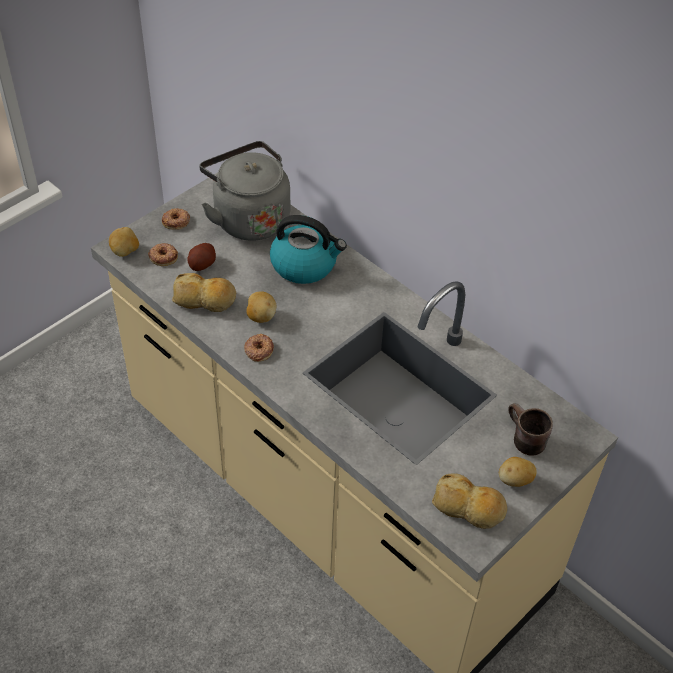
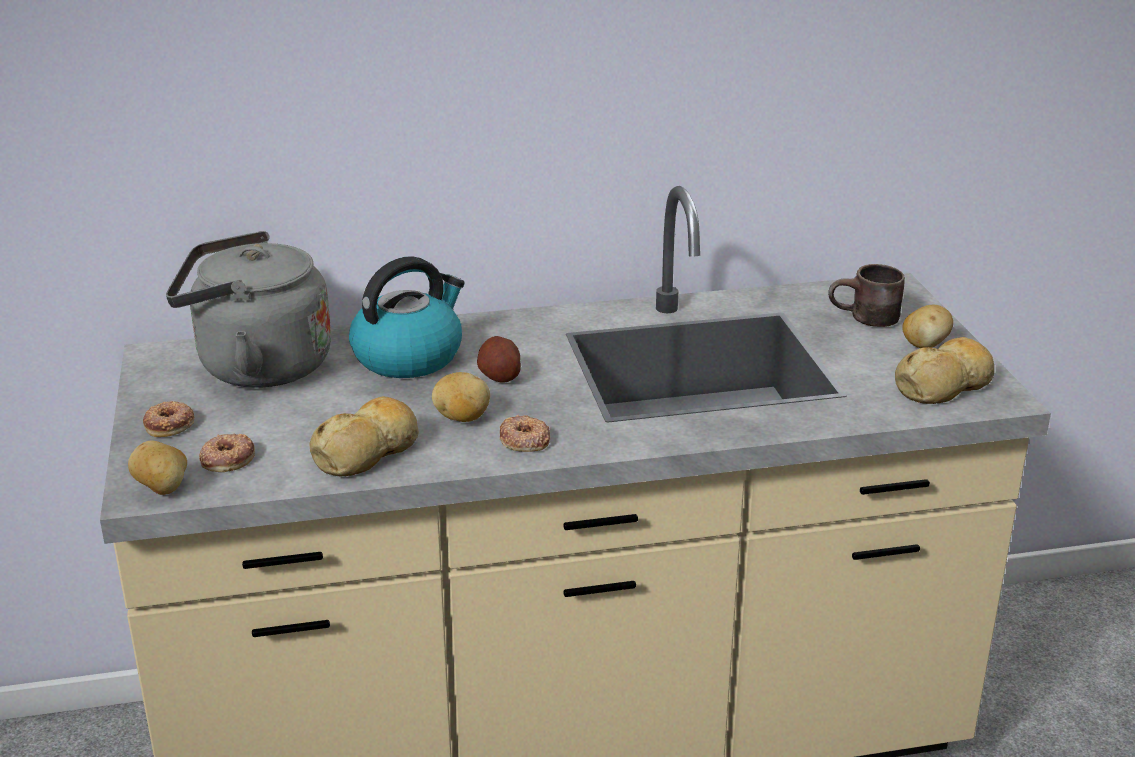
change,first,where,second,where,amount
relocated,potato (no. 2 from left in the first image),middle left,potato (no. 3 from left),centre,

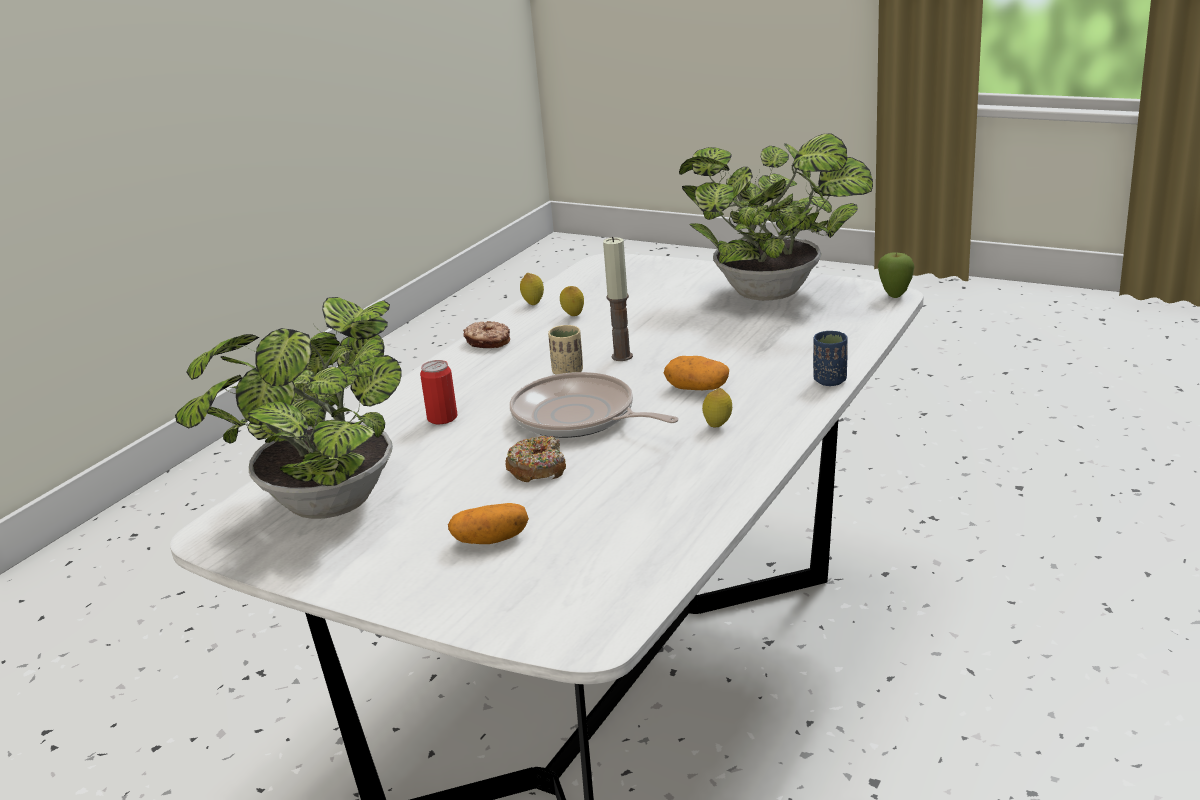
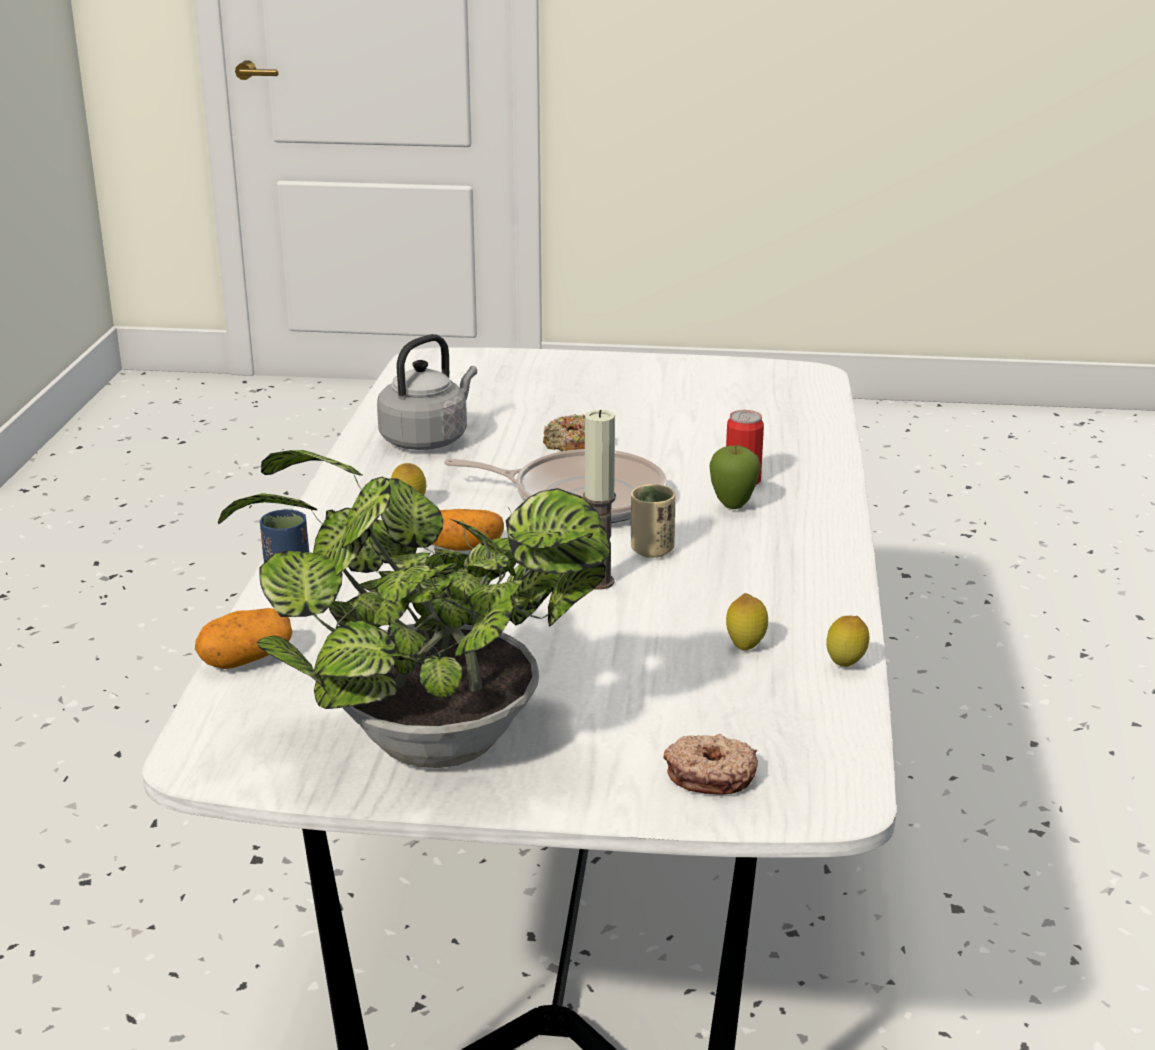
change,first,where,second,where,amount
relocated,apple,middle right,,centre,
missing,potted plant (no. 1 from left),middle left,,,
relocated,donut (no. 1 from left in the first image),centre,donut (no. 2 from left),bottom centre,
relocated,potato (no. 1 from left),centre,,middle left,
appeared,,,kettle in grey,centre,

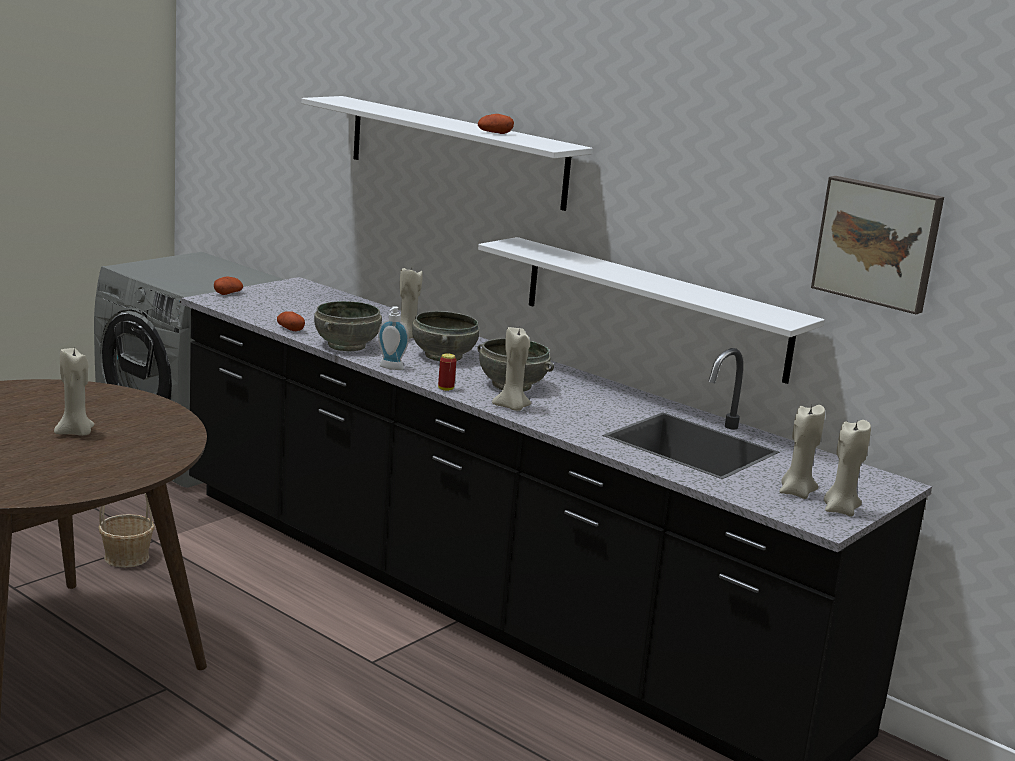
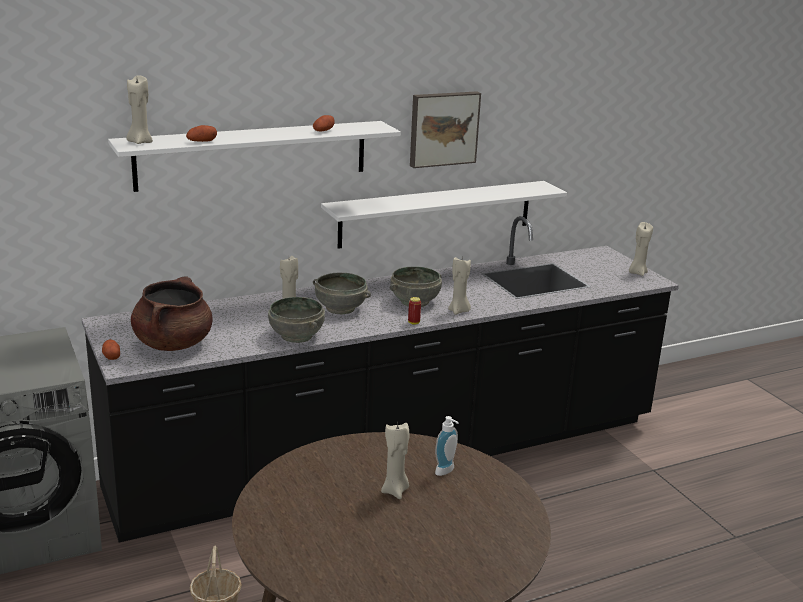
change,first,where,second,where,amount
relocated,picture,top right,,top centre,
relocated,soap dispenser,centre,,bottom centre,
relocated,potato (no. 2 from left),middle left,,top left,
relocated,candle in beige (no. 4 from left in the first image),middle right,candle in beige (no. 1 from left),top left,
appeared,,,cooking pot in brown,middle left,

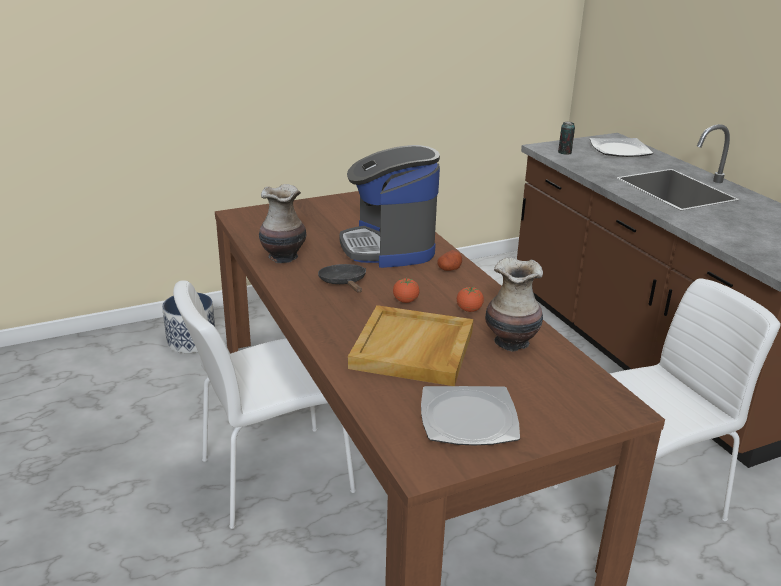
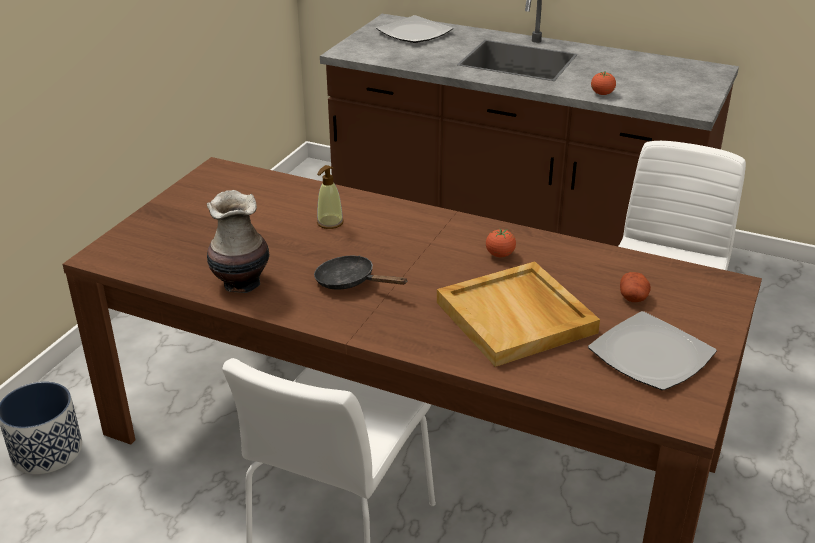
change,first,where,second,where,amount
missing,can,top right,,,
exchanged,coffee machine,centre,soap dispenser,centre,
relocated,potato,centre,,middle right,
missing,vase (no. 2 from left),centre,,,
relocated,tomato (no. 1 from left in the first image),centre,tomato (no. 2 from left),top right,

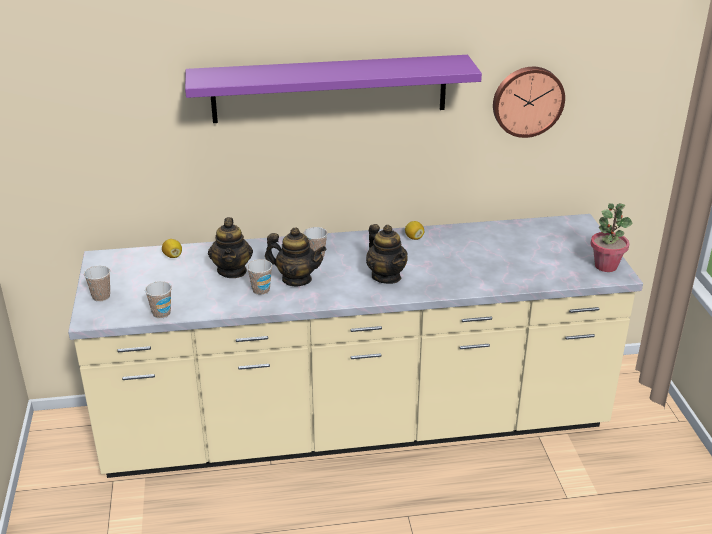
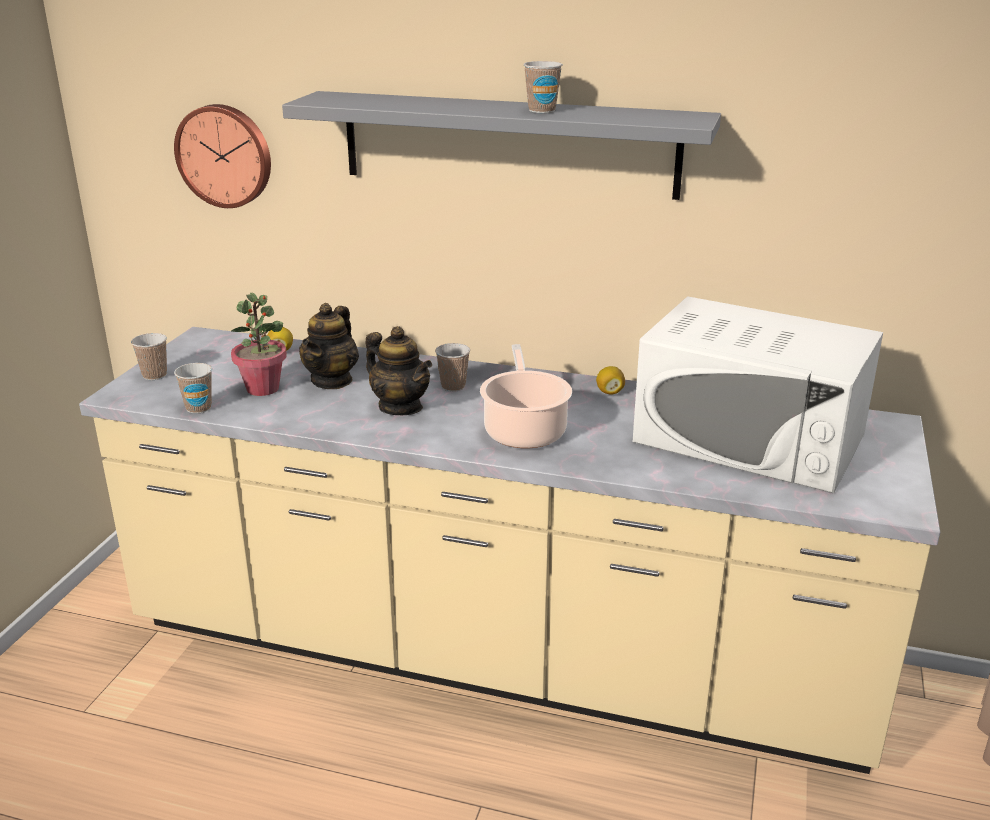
change,first,where,second,where,amount
colour,shelf in purple,top centre,shelf in grey,top centre,
relocated,wall clock,top right,,top left,
relocated,potted plant,middle right,,middle left,
exchanged,teapot (no. 3 from left),centre,cooking pot,centre,
relocated,cup (no. 3 from left in the first image),centre,cup (no. 4 from left),top centre,
appeared,,,microwave in white,middle right,

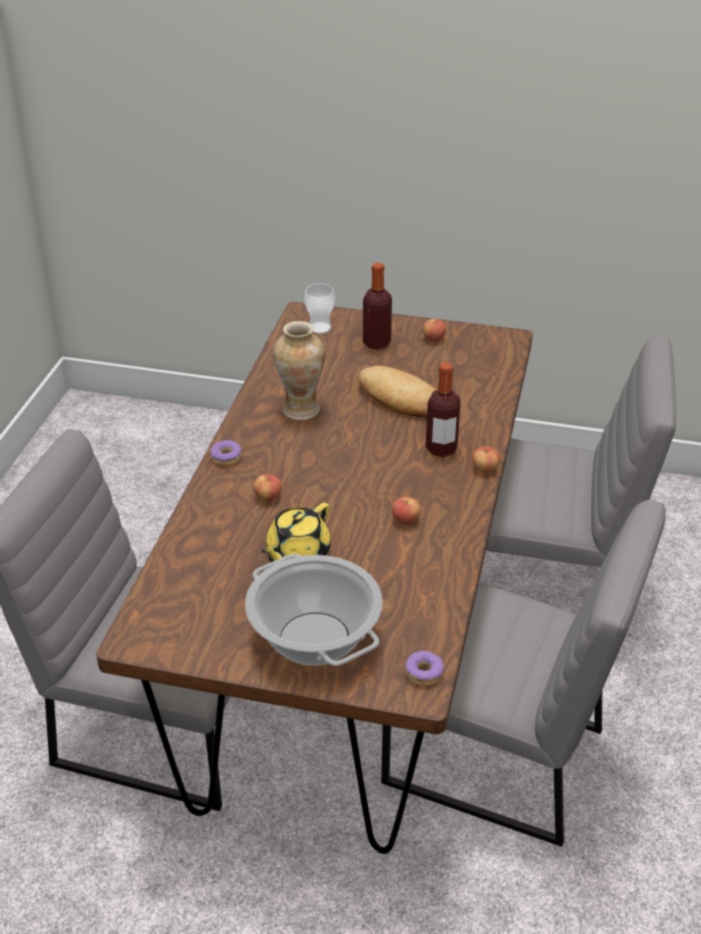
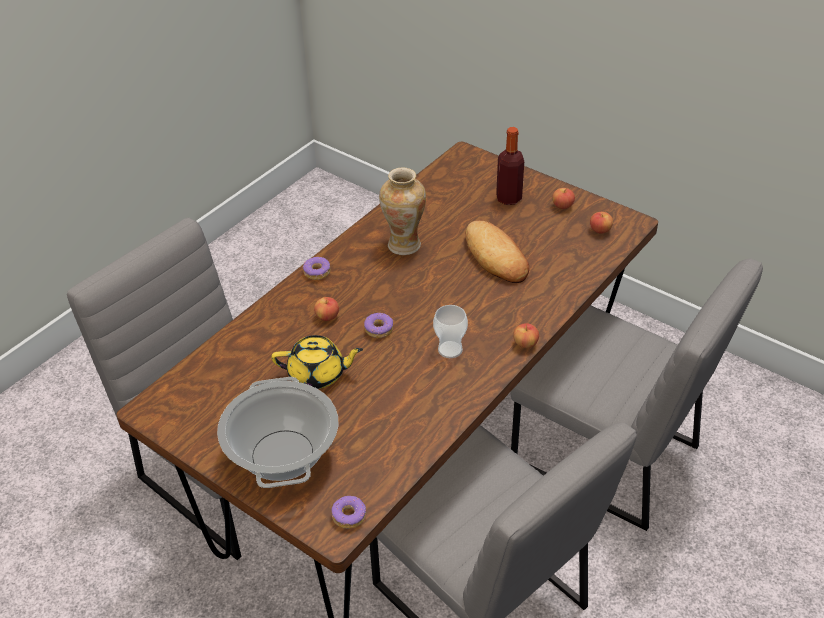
change,first,where,second,where,amount
relocated,cup,top centre,,centre,
missing,bottle (no. 2 from left),centre,,,
relocated,apple (no. 2 from left in the first image),centre,apple (no. 4 from left),middle right,
spun,teapot in yellow,centre,,centre,150 degrees counterclockwise
appeared,,,donut (no. 3 from left),centre,

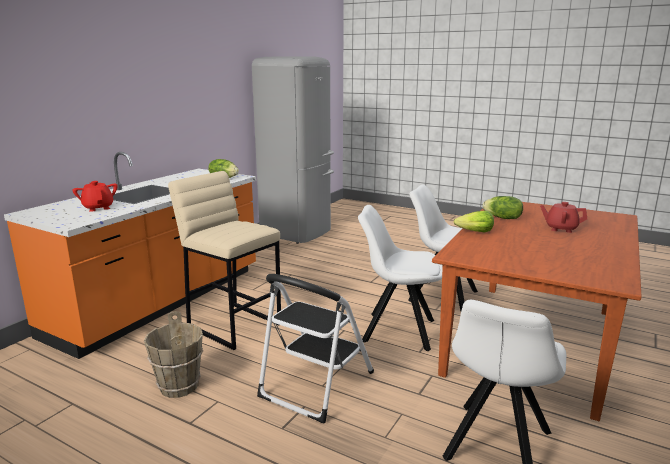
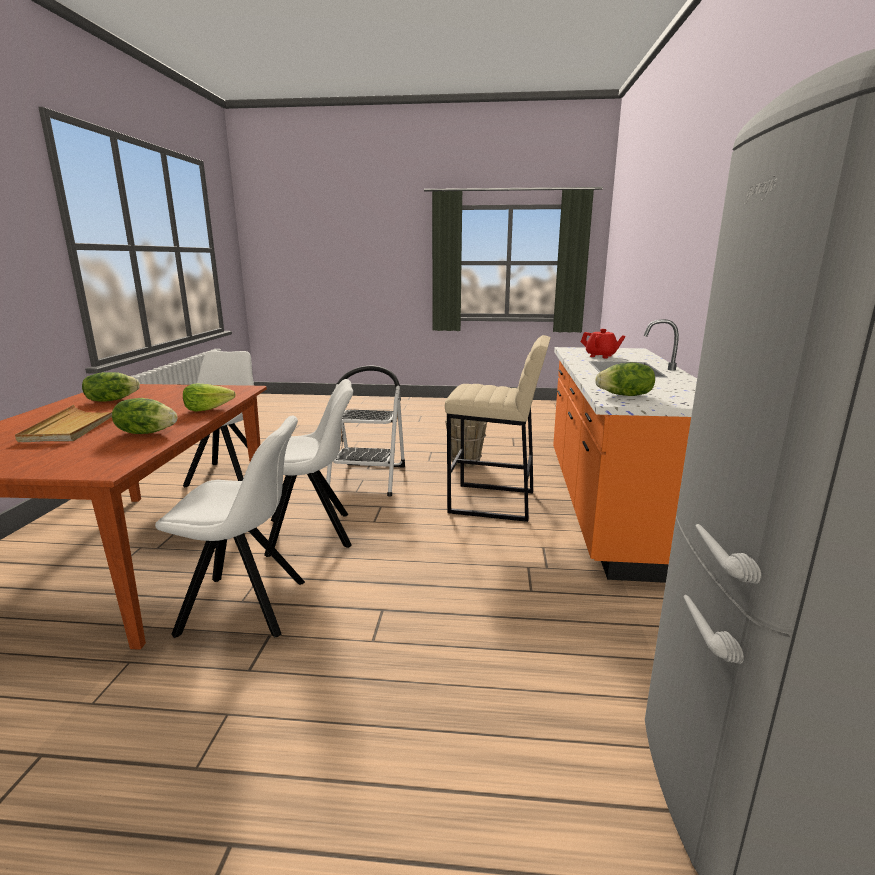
change,first,where,second,where,amount
exchanged,teapot in red (no. 2 from left),middle right,tray in beige,middle left,
appeared,,,lettuce (no. 1 from left),middle left,

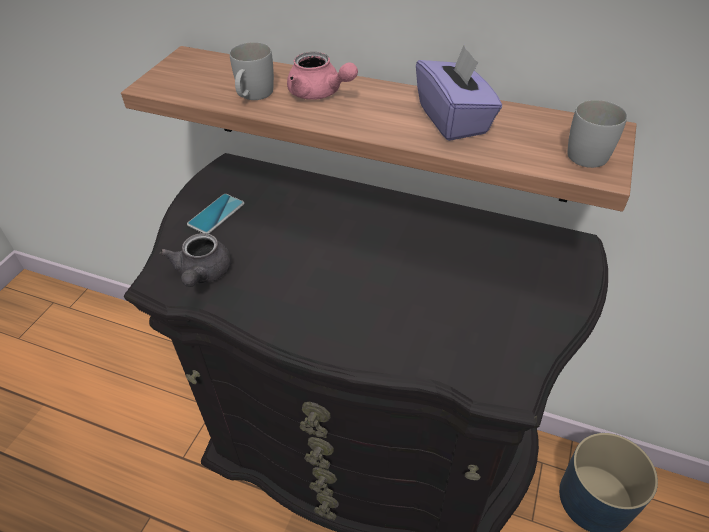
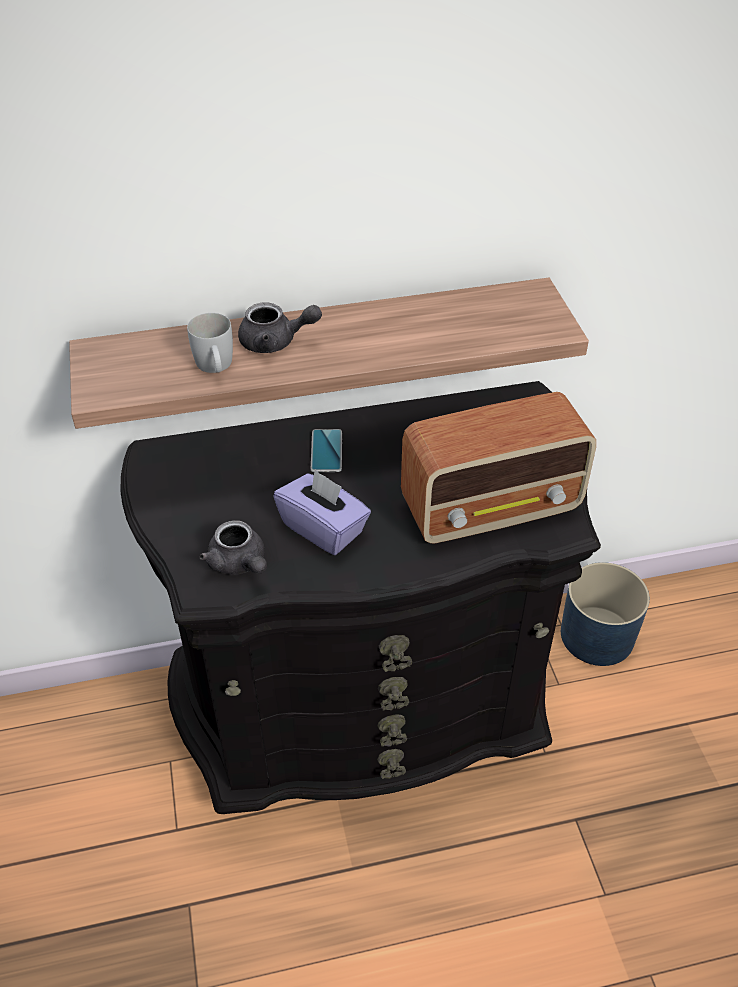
change,first,where,second,where,amount
relocated,tissue box in purple,top centre,,centre,
colour,teapot in pink,top centre,teapot in grey (no. 2 from left),top centre,
missing,mug in white (no. 2 from left),top right,,,
relocated,phone,middle left,,centre,
appeared,,,radio,middle right,

